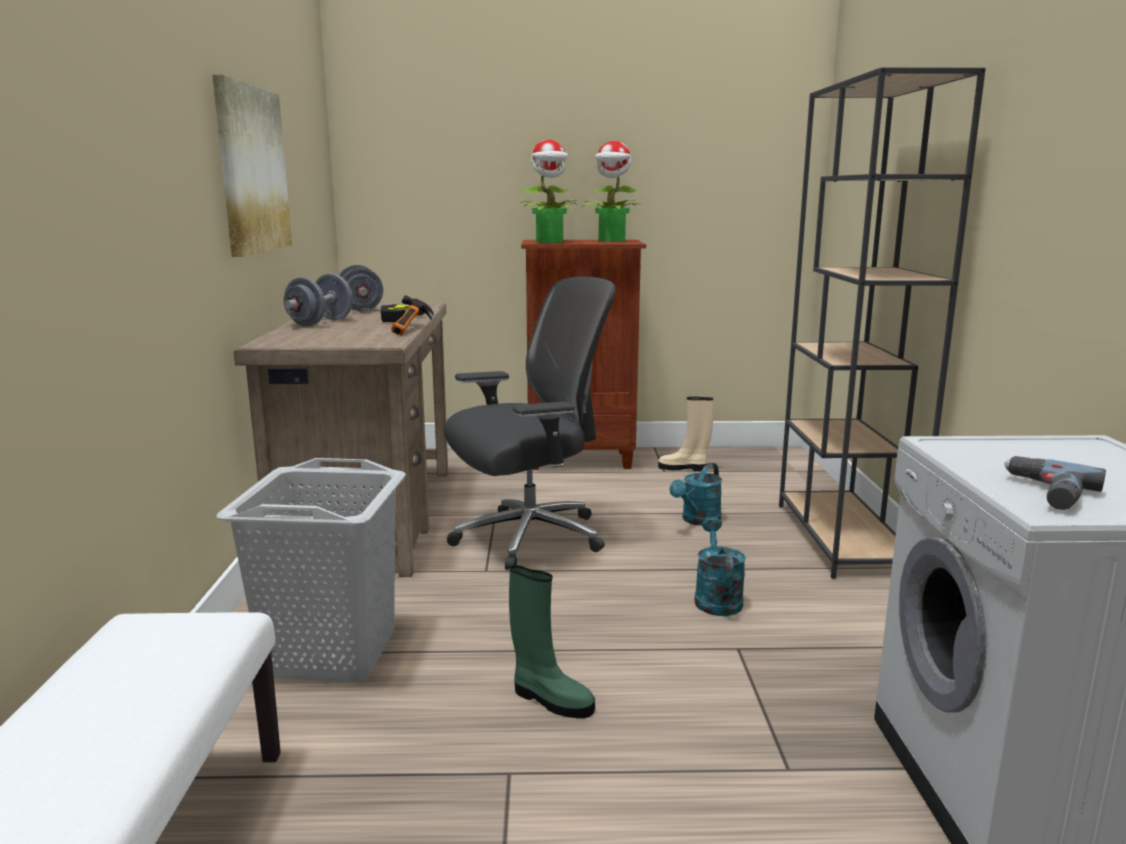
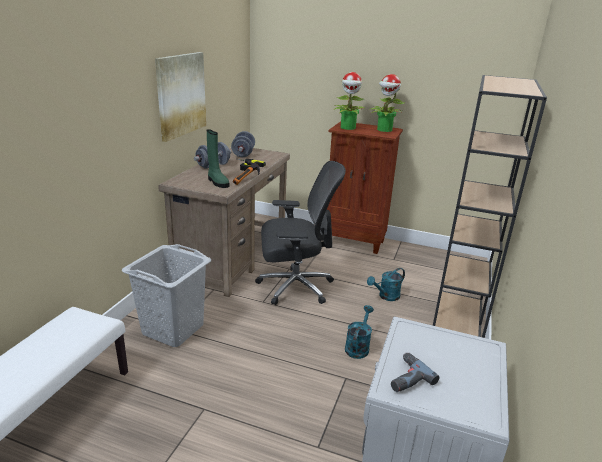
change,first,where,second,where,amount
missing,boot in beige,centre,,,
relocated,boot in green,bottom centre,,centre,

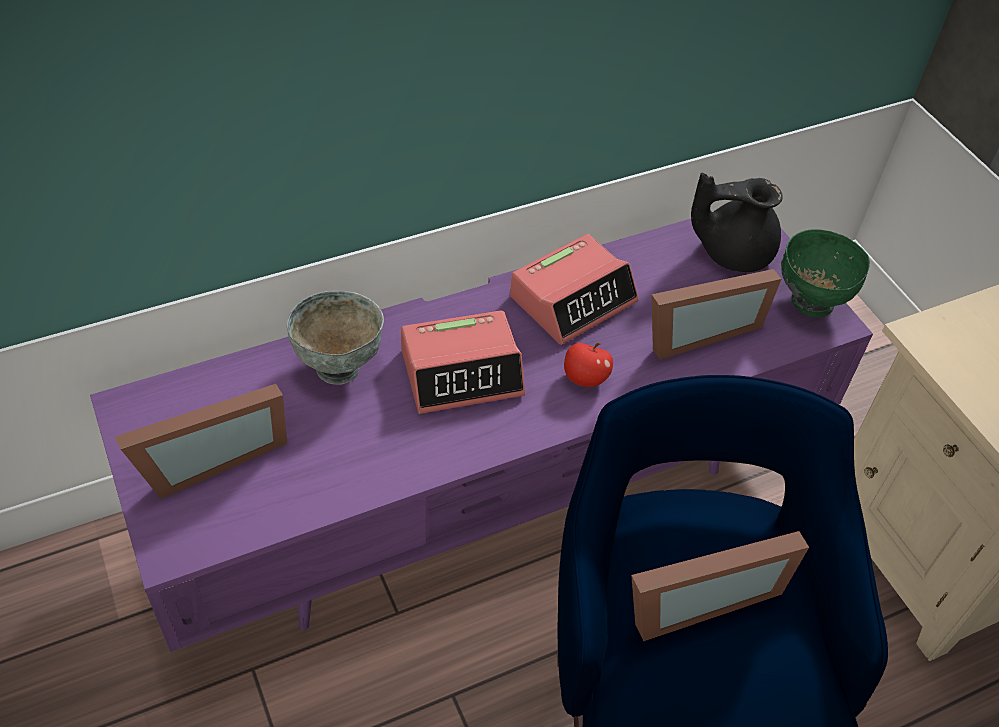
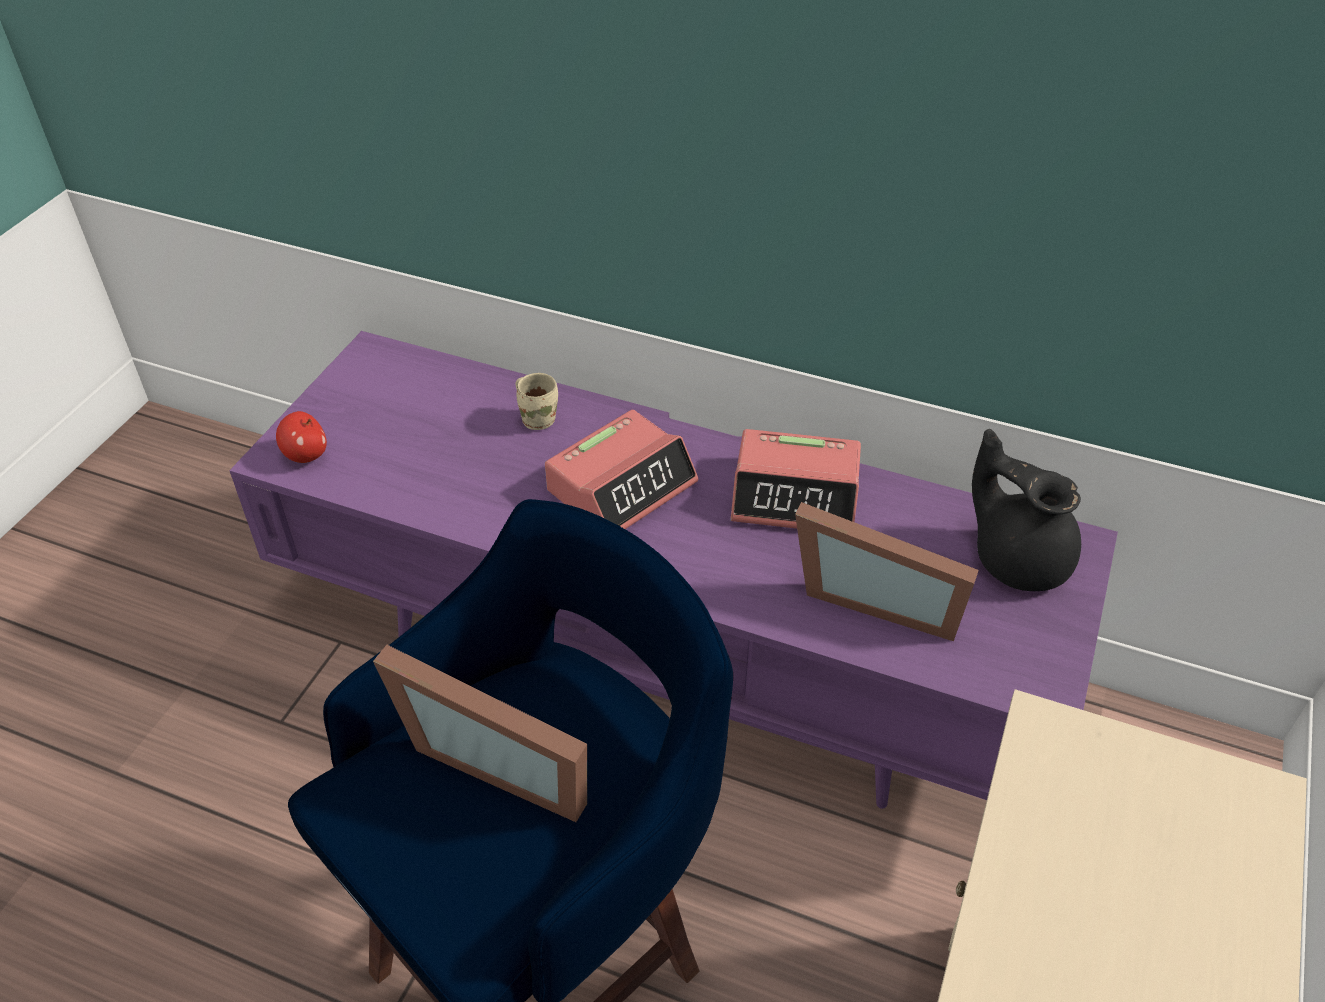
change,first,where,second,where,amount
missing,bowl in green,middle right,,,
exchanged,bowl in grey,centre,mug in beige,centre,
spun,alarm clock (no. 1 from left),centre,,centre,75 degrees counterclockwise
relocated,apple,centre,,middle left,
missing,picture frame (no. 1 from left),middle left,,,

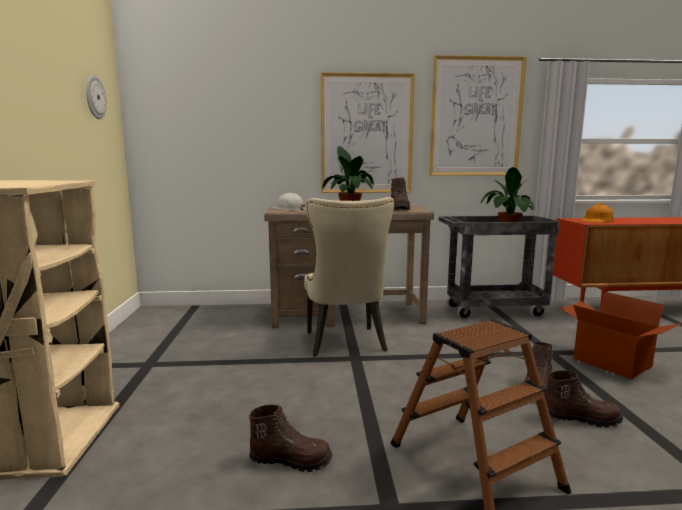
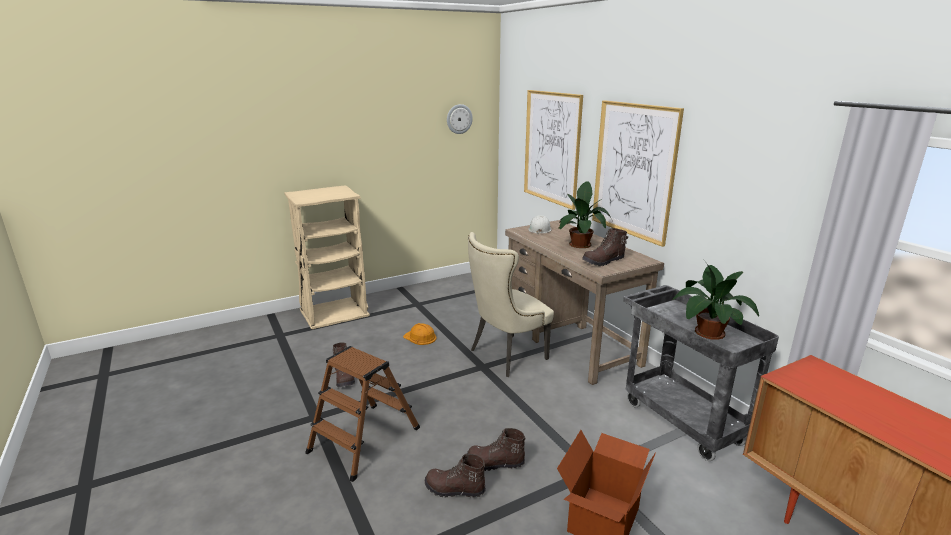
change,first,where,second,where,amount
relocated,picture (no. 2 from left in the first image),top right,picture (no. 1 from left),top centre,
relocated,hard hat in orange,middle right,,centre,
spun,boot in brown (no. 4 from left in the first image),bottom right,boot in brown (no. 2 from left),bottom centre,120 degrees clockwise

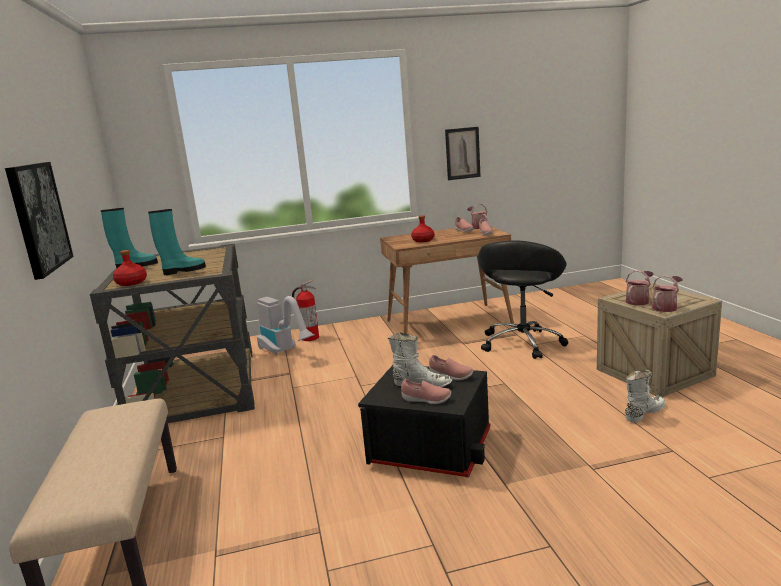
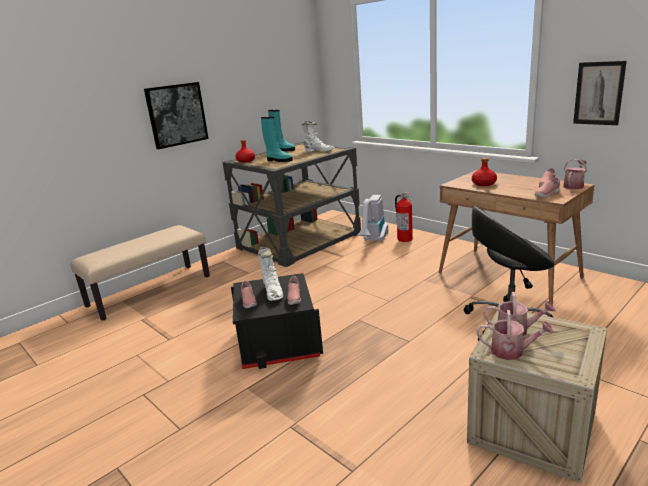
change,first,where,second,where,amount
relocated,boot in white (no. 2 from left),bottom right,,top centre,

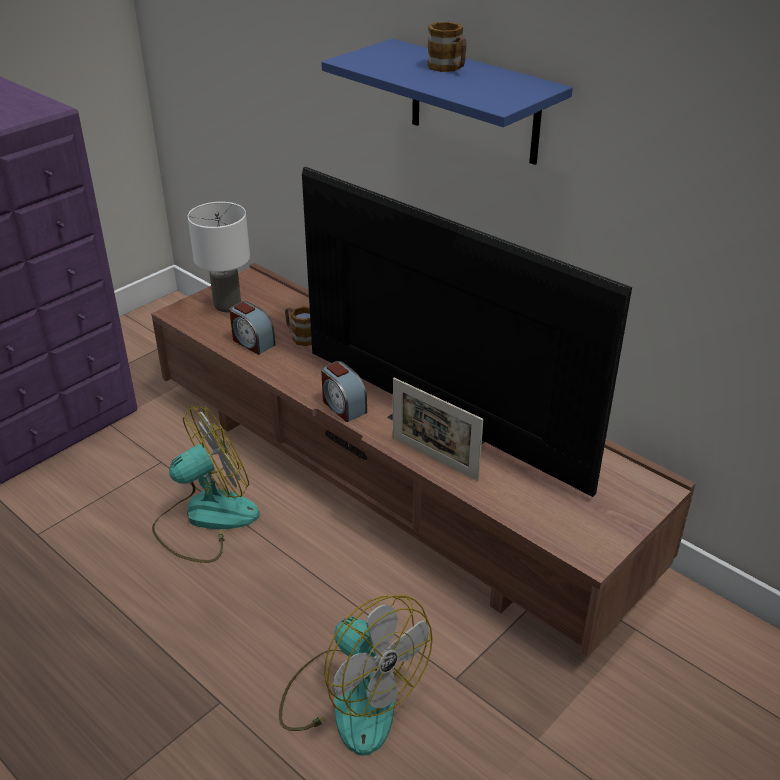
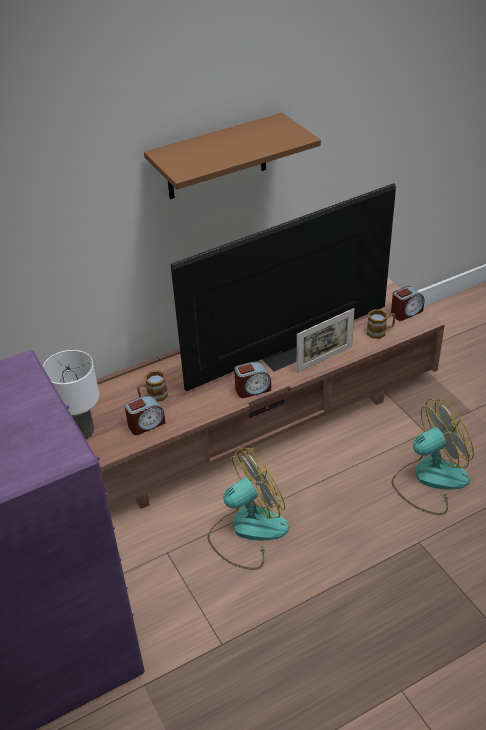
change,first,where,second,where,amount
relocated,mug (no. 2 from left),top centre,,middle right,
colour,shelf in blue,top centre,shelf in brown,top centre,
spun,fan (no. 1 from left),middle left,,bottom centre,75 degrees clockwise
appeared,,,alarm clock (no. 3 from left),middle right,

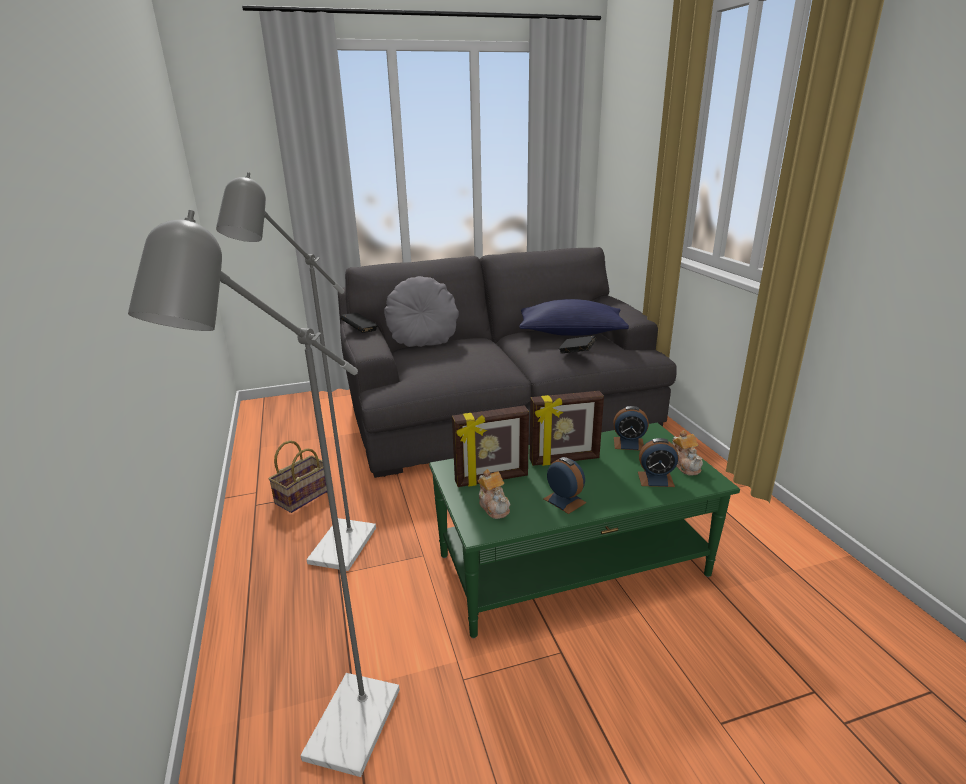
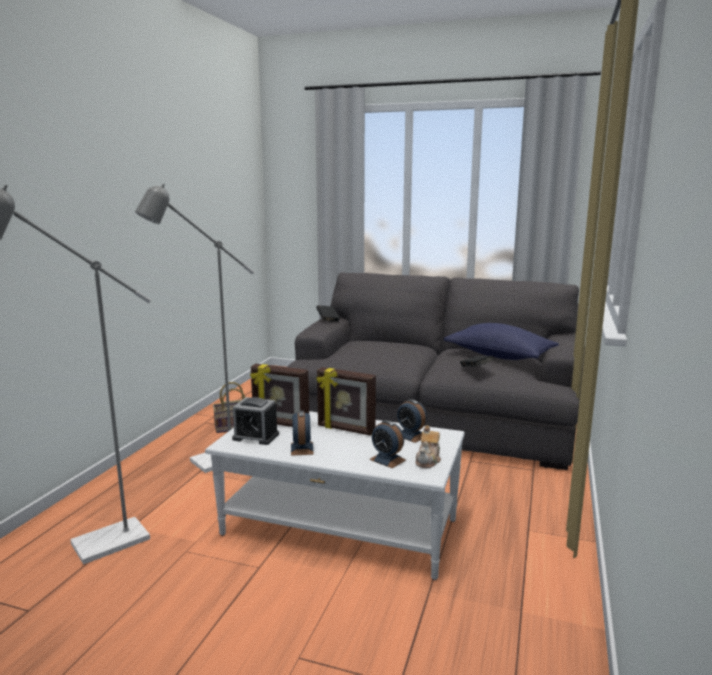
change,first,where,second,where,amount
missing,pillow in grey,centre,,,
colour,coffee table in green,bottom centre,coffee table in white,bottom centre,
exchanged,teapot (no. 1 from left),centre,alarm clock (no. 1 from left),centre,

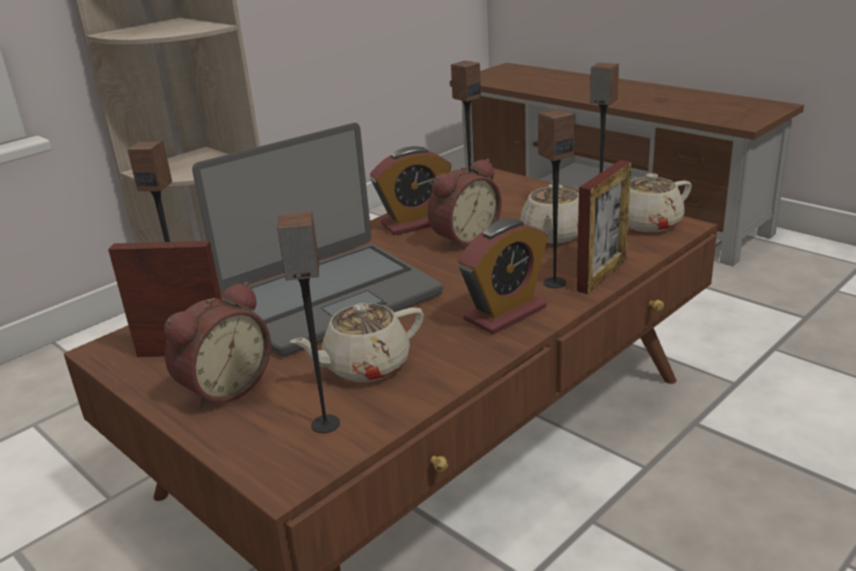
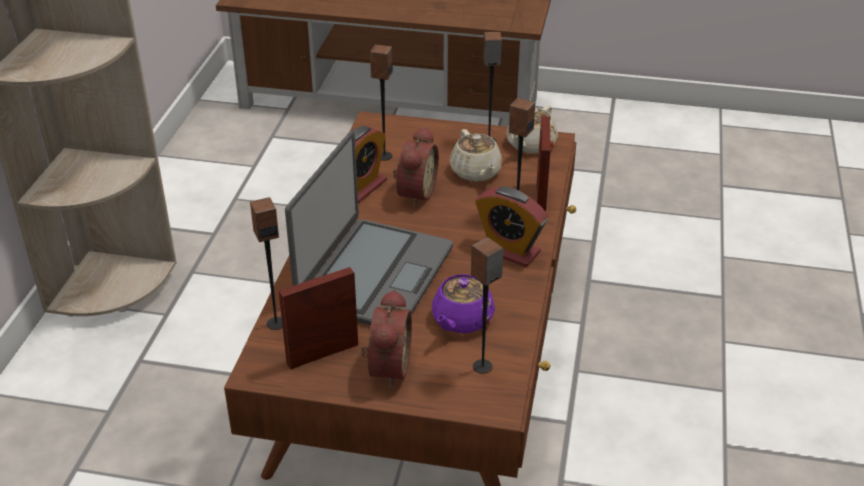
change,first,where,second,where,amount
spun,alarm clock (no. 4 from left),centre,,centre,105 degrees clockwise
colour,teapot in beige (no. 1 from left),centre,teapot in purple,centre,

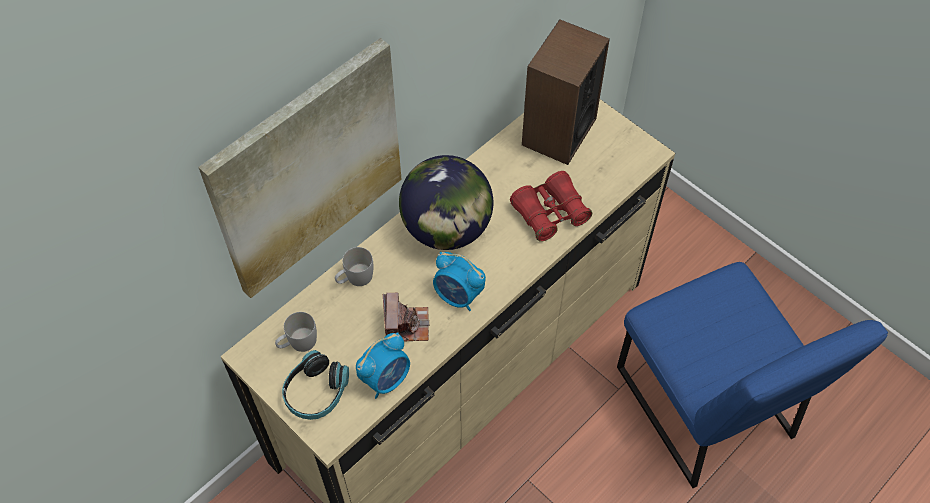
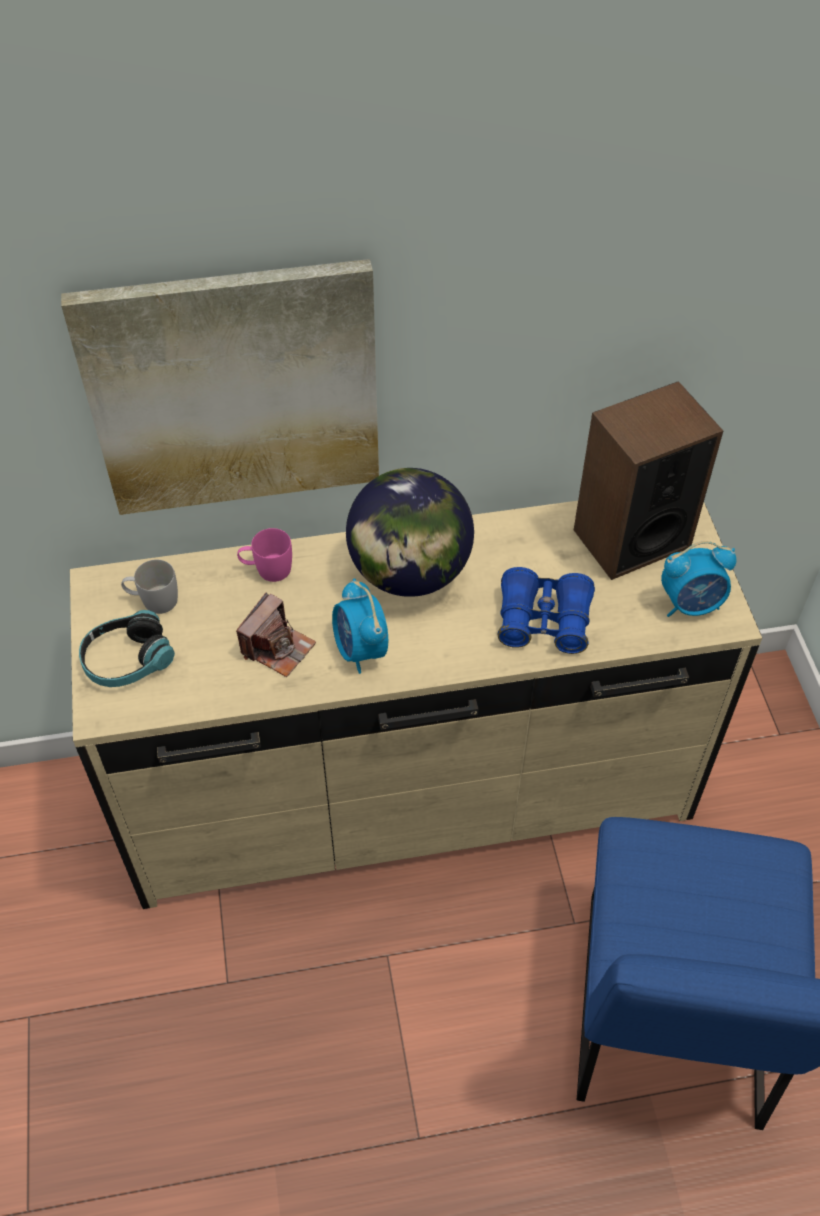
change,first,where,second,where,amount
colour,binoculars in red,centre,binoculars in blue,centre,
colour,mug in white (no. 2 from left),centre,mug in pink,middle left,
relocated,alarm clock (no. 1 from left in the first image),bottom centre,alarm clock (no. 2 from left),middle right,

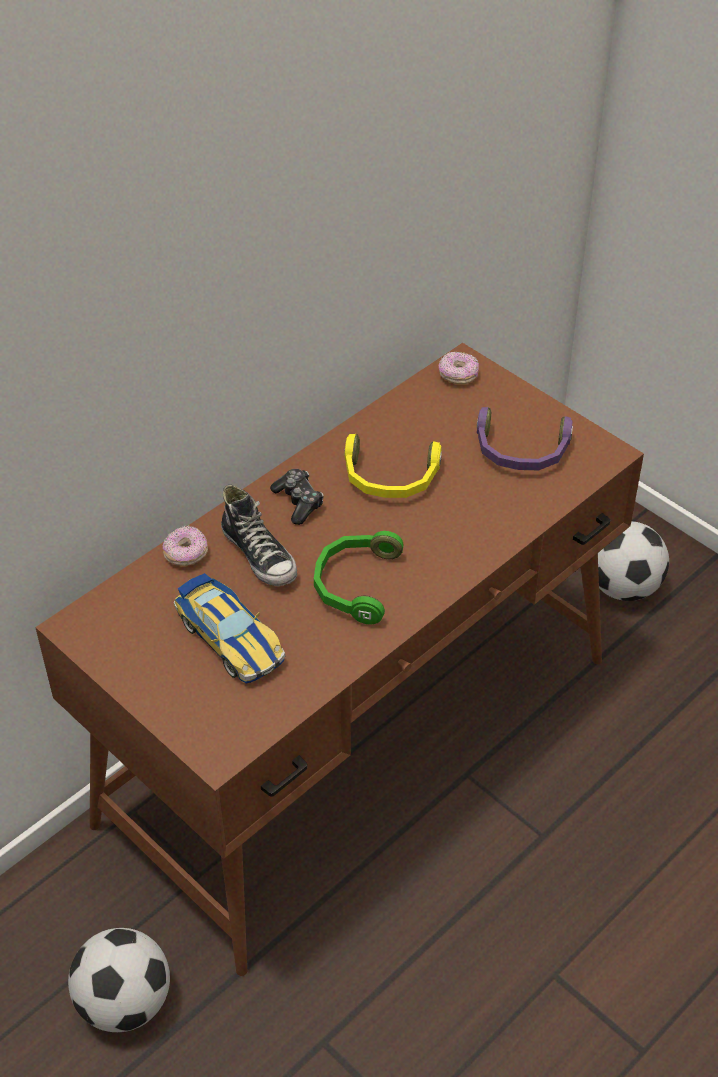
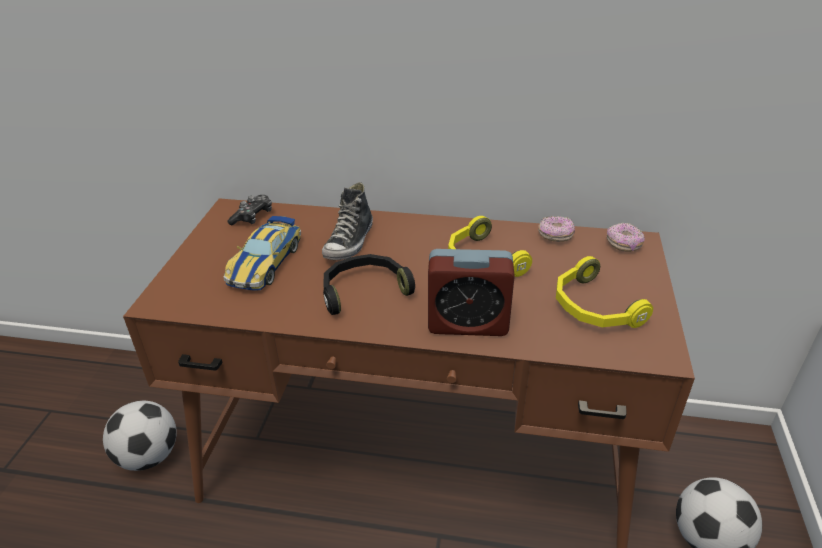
change,first,where,second,where,amount
colour,headphones in purple,middle right,headphones in yellow (no. 2 from left),middle right,
relocated,game controller,centre,,middle left,
relocated,donut (no. 1 from left),middle left,,middle right,
colour,headphones in green,centre,headphones in black,centre,
appeared,,,alarm clock,centre,

